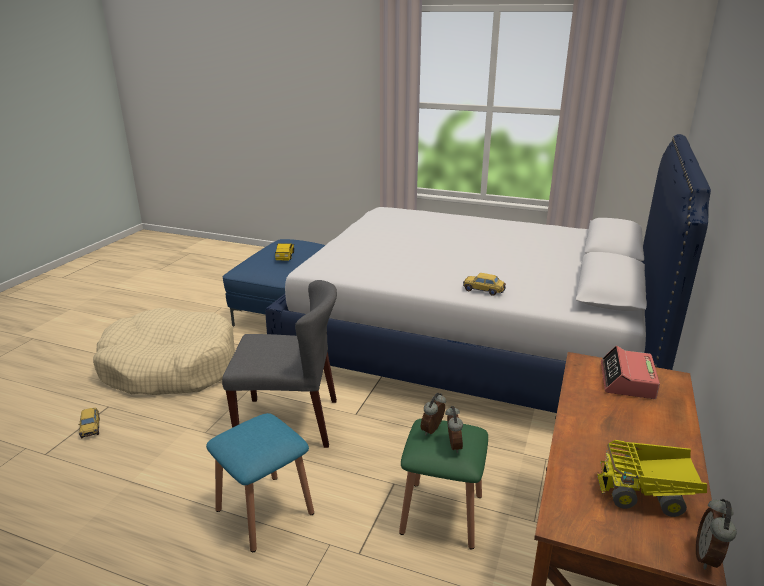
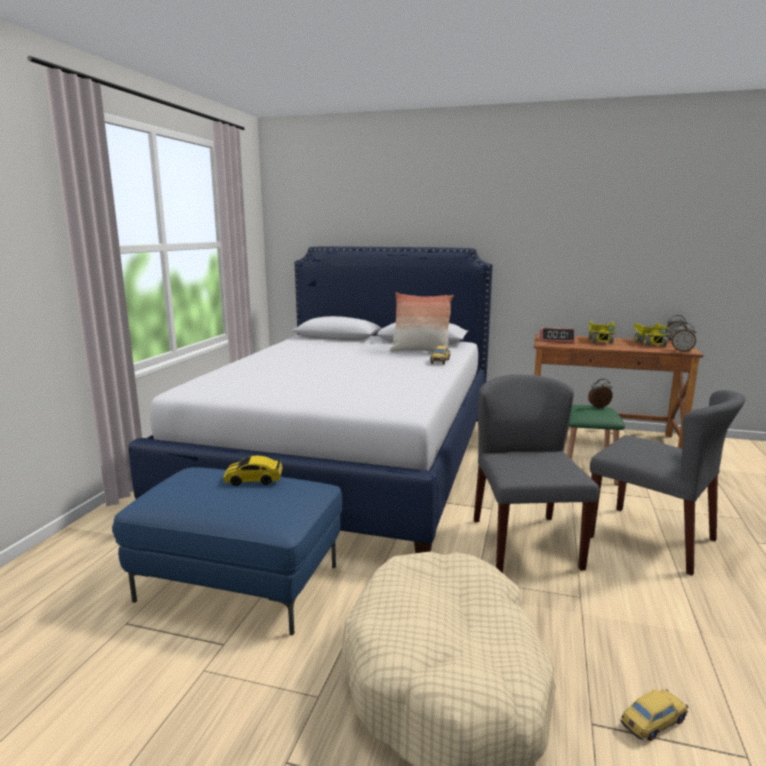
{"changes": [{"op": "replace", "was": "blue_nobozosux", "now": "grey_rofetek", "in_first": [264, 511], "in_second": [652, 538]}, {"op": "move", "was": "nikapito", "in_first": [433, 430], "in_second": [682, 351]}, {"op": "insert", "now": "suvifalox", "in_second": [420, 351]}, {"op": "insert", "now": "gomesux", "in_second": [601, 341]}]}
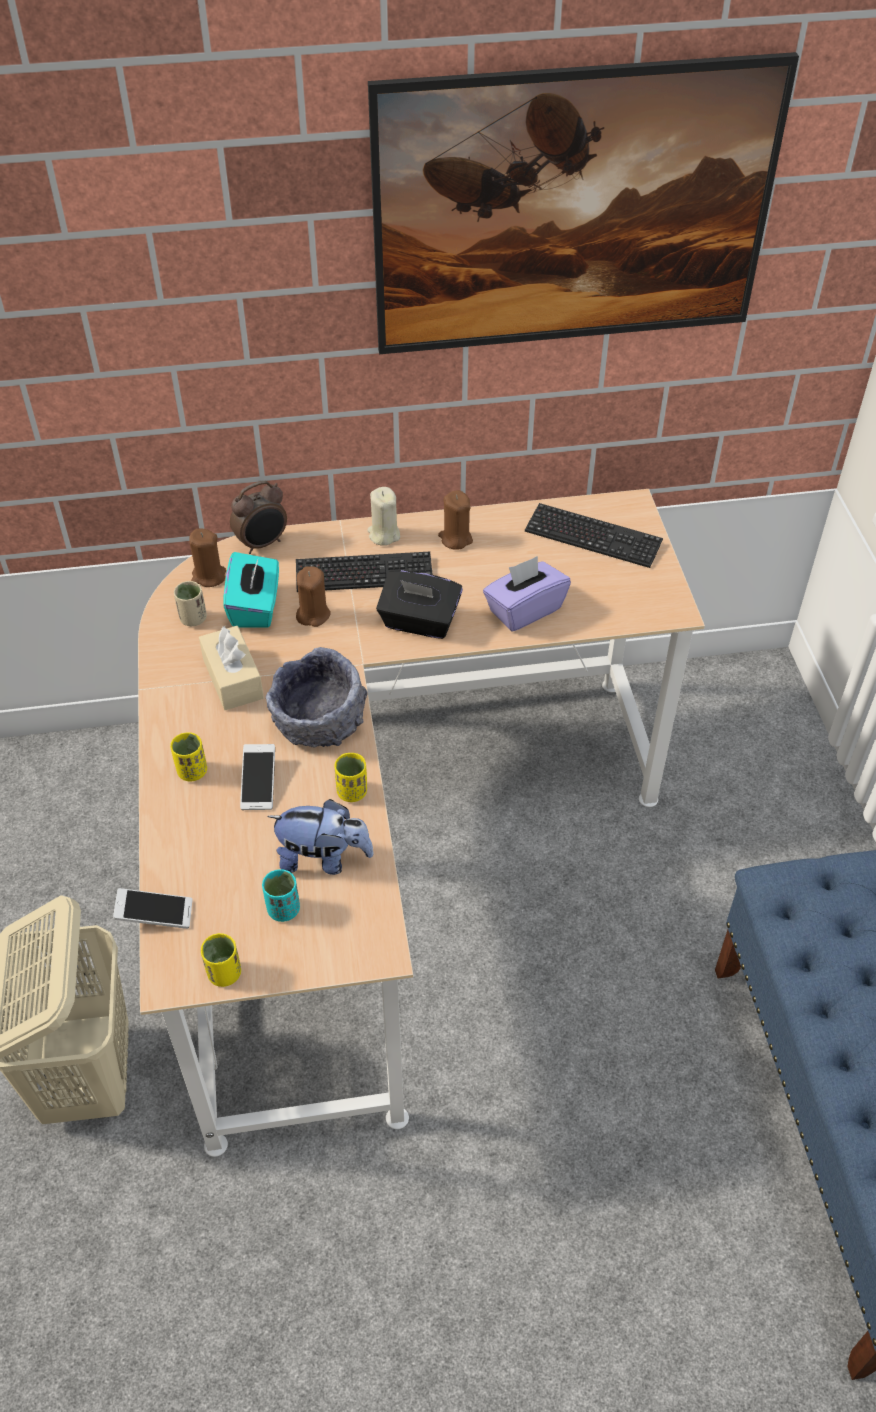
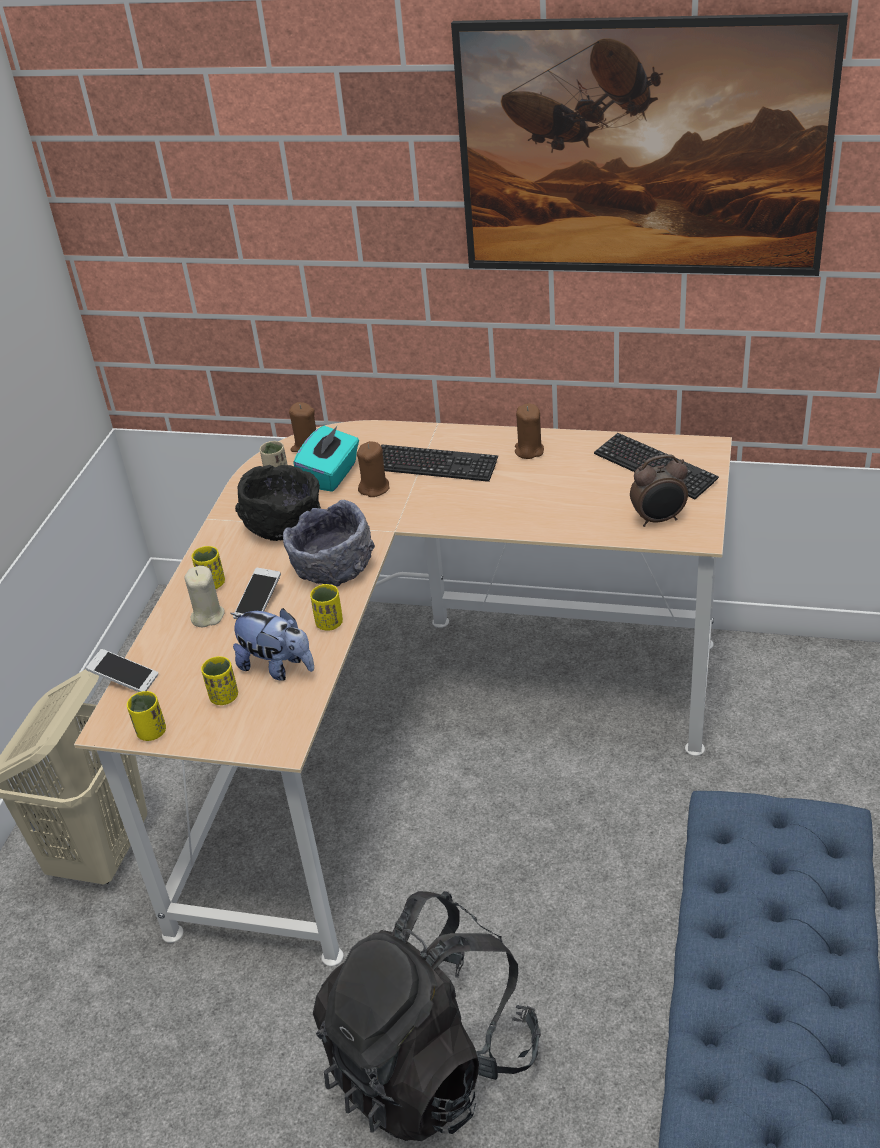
{"changes": [{"op": "replace", "was": "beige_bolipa", "now": "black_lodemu", "in_first": [233, 678], "in_second": [283, 523]}, {"op": "move", "was": "nikapito", "in_first": [262, 544], "in_second": [659, 520]}, {"op": "recolor", "was": "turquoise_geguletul", "now": "yellow_geguletul", "in_first": [283, 909], "in_second": [224, 697]}, {"op": "move", "was": "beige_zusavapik", "in_first": [384, 535], "in_second": [207, 616]}, {"op": "delete", "was": "black_bolipa", "in_first": [419, 622]}, {"op": "delete", "was": "purple_bolipa", "in_first": [524, 610]}, {"op": "insert", "now": "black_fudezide", "in_second": [430, 1063]}]}
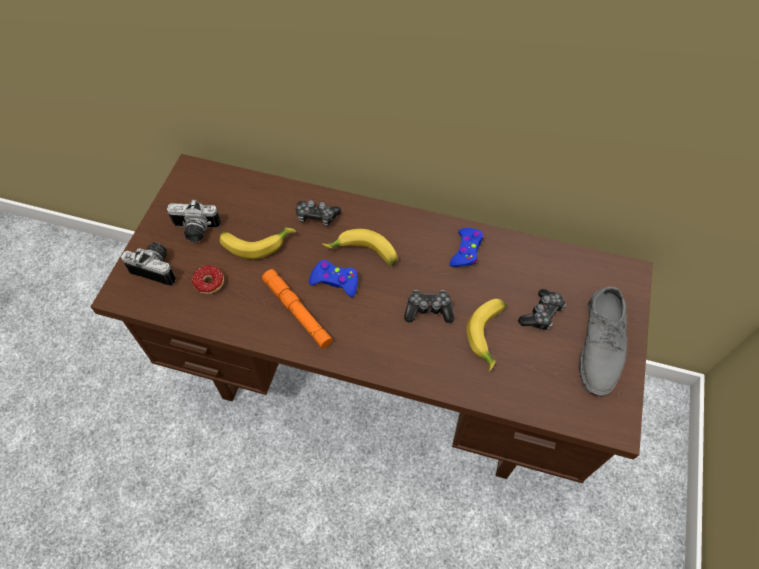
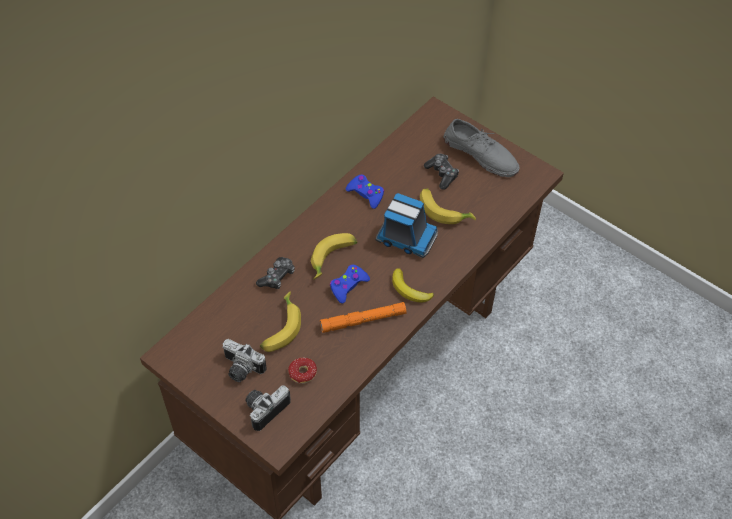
{"changes": [{"op": "rotate", "was": "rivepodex", "in_first": [195, 231], "in_second": [241, 369], "clockwise": 90}, {"op": "replace", "was": "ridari", "now": "gomesux", "in_first": [428, 310], "in_second": [405, 237]}, {"op": "insert", "now": "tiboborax", "in_second": [409, 290]}]}
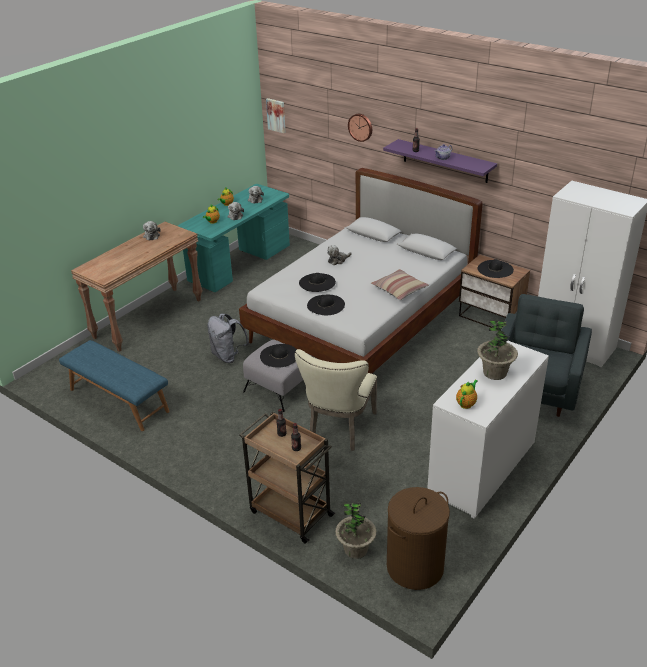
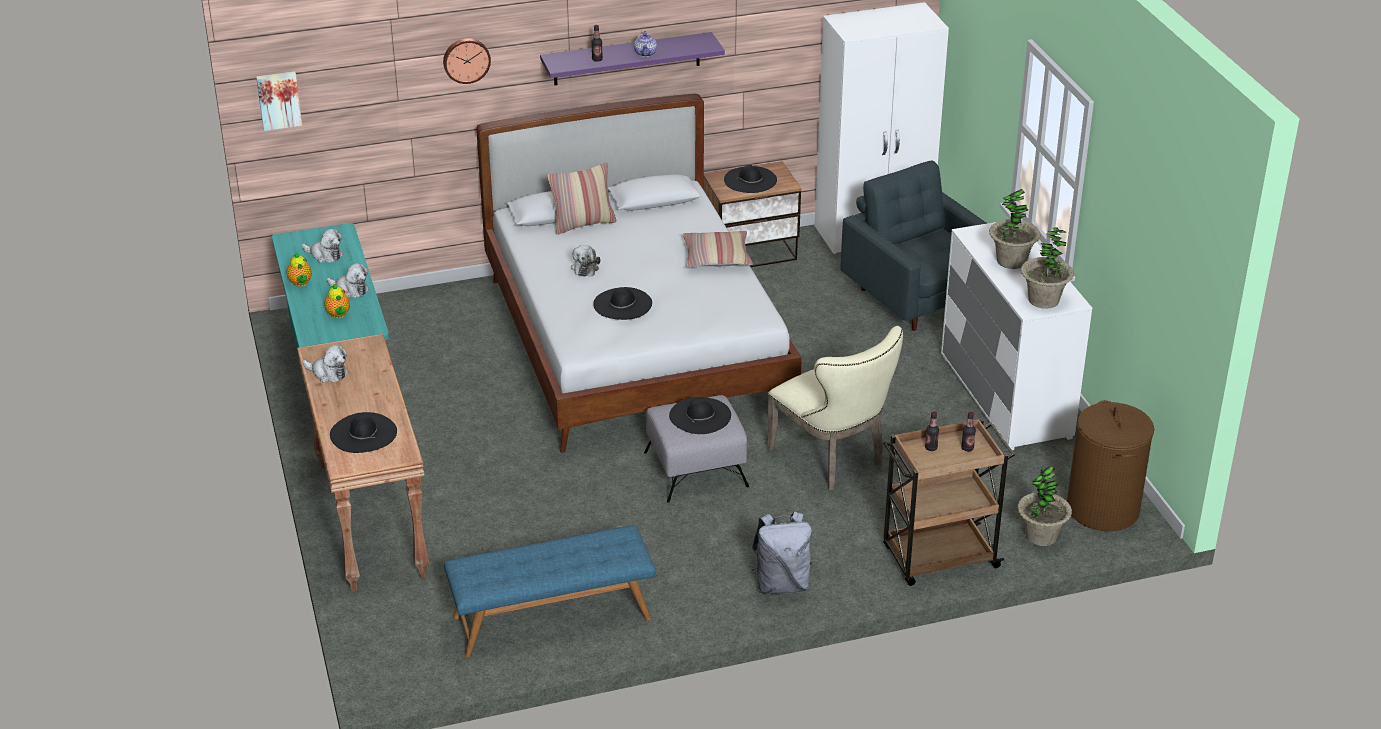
{"changes": [{"op": "move", "was": "grey_fudezide", "in_first": [228, 356], "in_second": [782, 584]}, {"op": "move", "was": "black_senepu", "in_first": [326, 305], "in_second": [363, 433]}, {"op": "replace", "was": "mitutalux", "now": "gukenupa", "in_first": [466, 403], "in_second": [1043, 300]}, {"op": "insert", "now": "suvifalox", "in_second": [583, 224]}]}
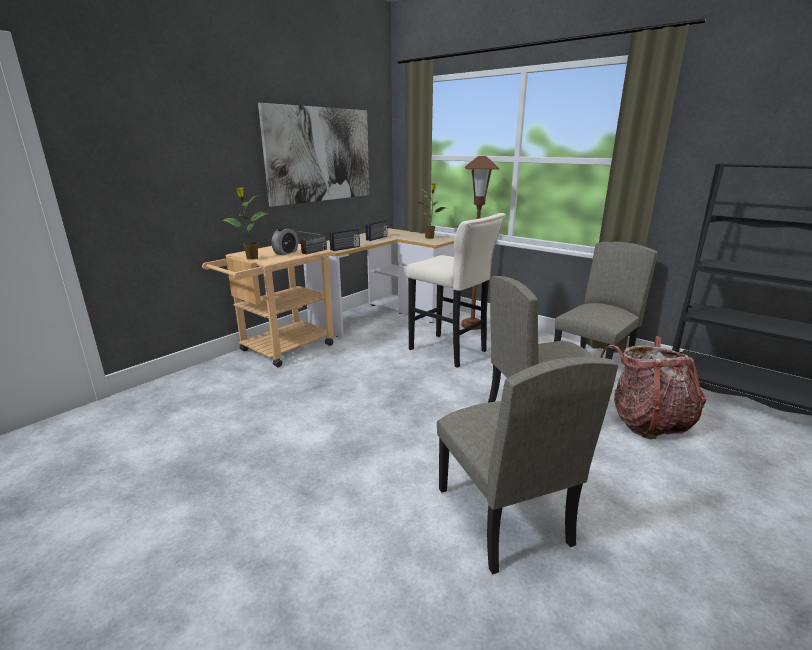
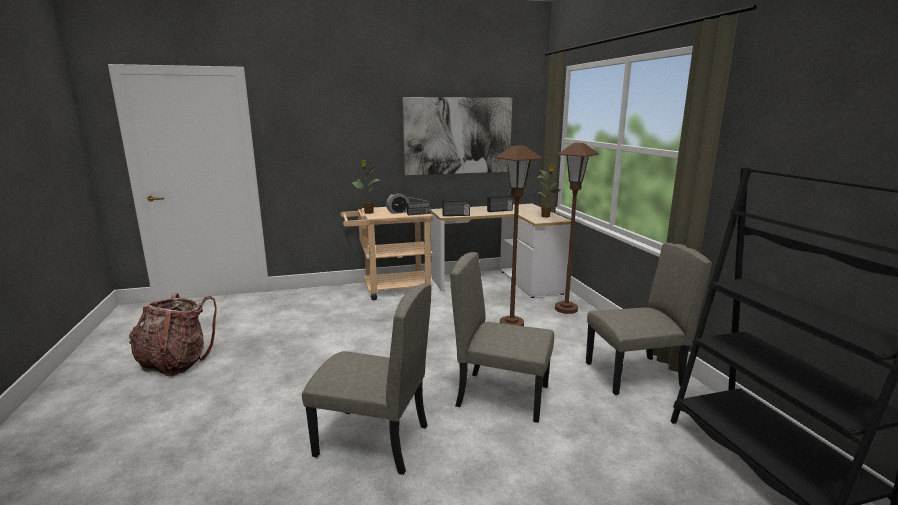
{"changes": [{"op": "replace", "was": "beige_nobozosux", "now": "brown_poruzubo", "in_first": [450, 351], "in_second": [511, 324]}, {"op": "rotate", "was": "beige_rofetek", "in_first": [501, 515], "in_second": [372, 441], "clockwise": -90}, {"op": "move", "was": "fudezide", "in_first": [646, 421], "in_second": [176, 362]}]}
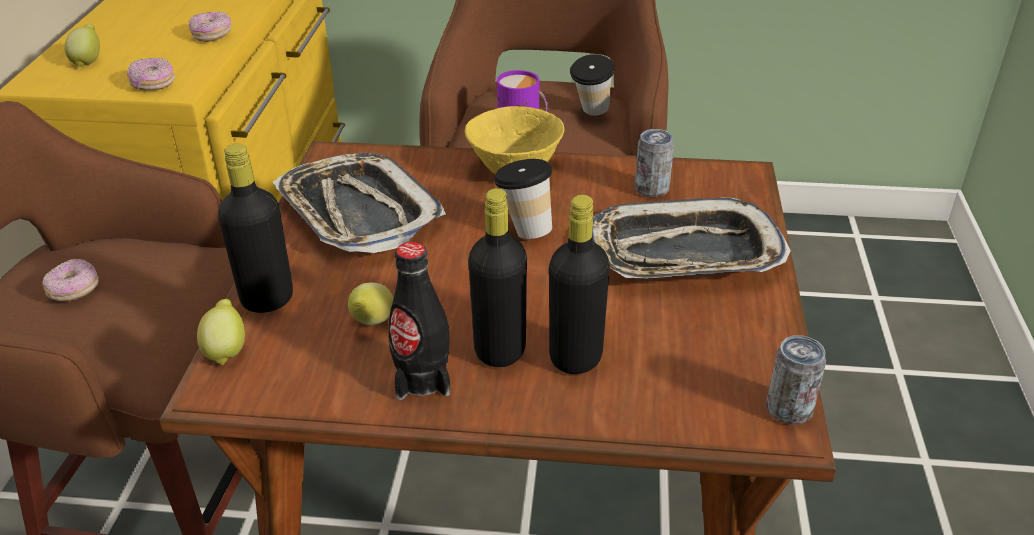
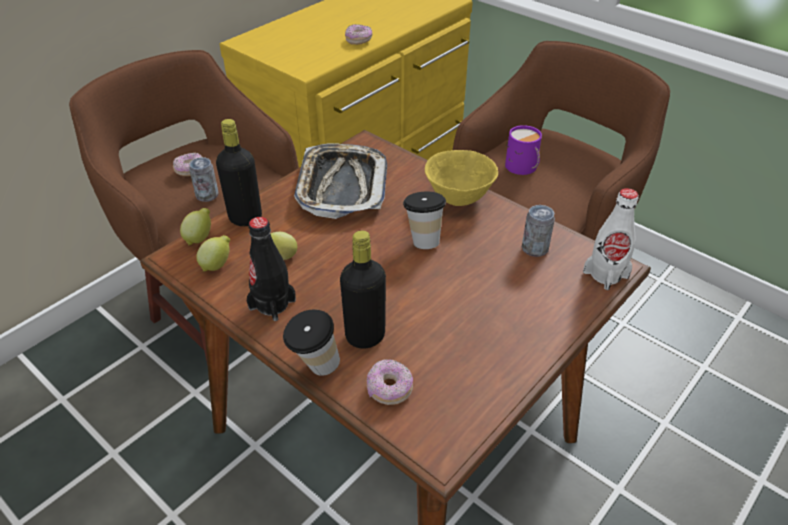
{"changes": [{"op": "move", "was": "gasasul", "in_first": [88, 61], "in_second": [217, 265]}, {"op": "move", "was": "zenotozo", "in_first": [153, 84], "in_second": [389, 389]}, {"op": "delete", "was": "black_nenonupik", "in_first": [500, 350]}, {"op": "move", "was": "geguletul", "in_first": [591, 113], "in_second": [314, 368]}, {"op": "delete", "was": "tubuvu", "in_first": [684, 253]}, {"op": "move", "was": "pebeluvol", "in_first": [789, 409], "in_second": [207, 195]}, {"op": "insert", "now": "white_nenonupik", "in_second": [605, 274]}]}
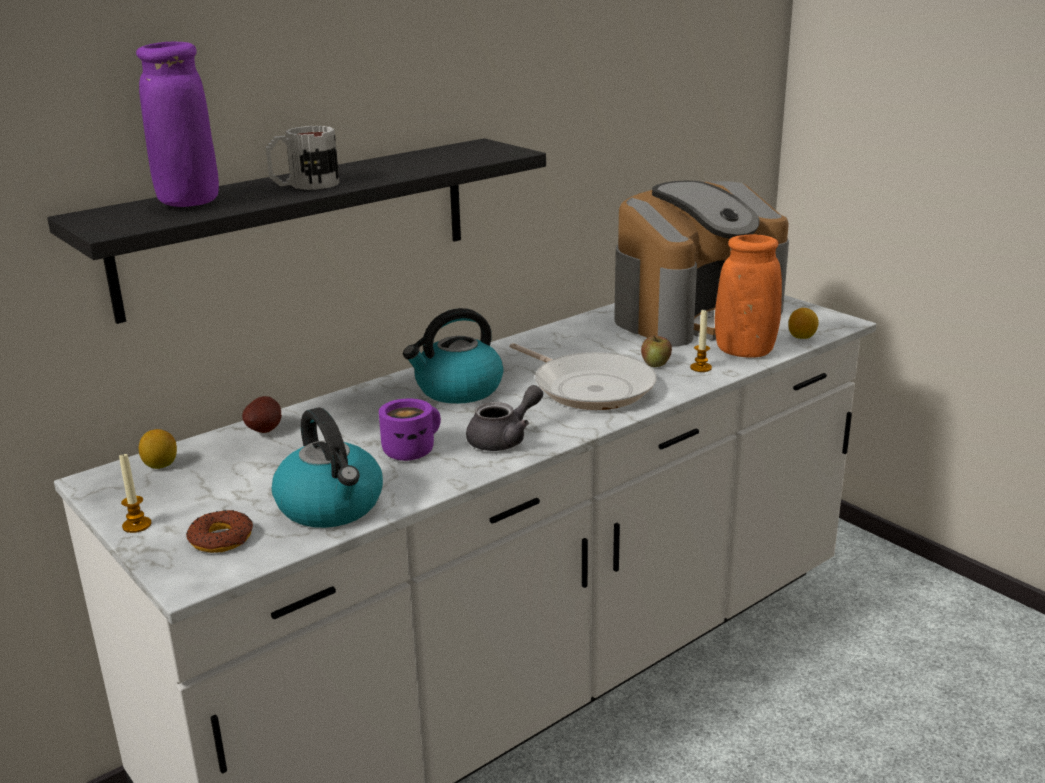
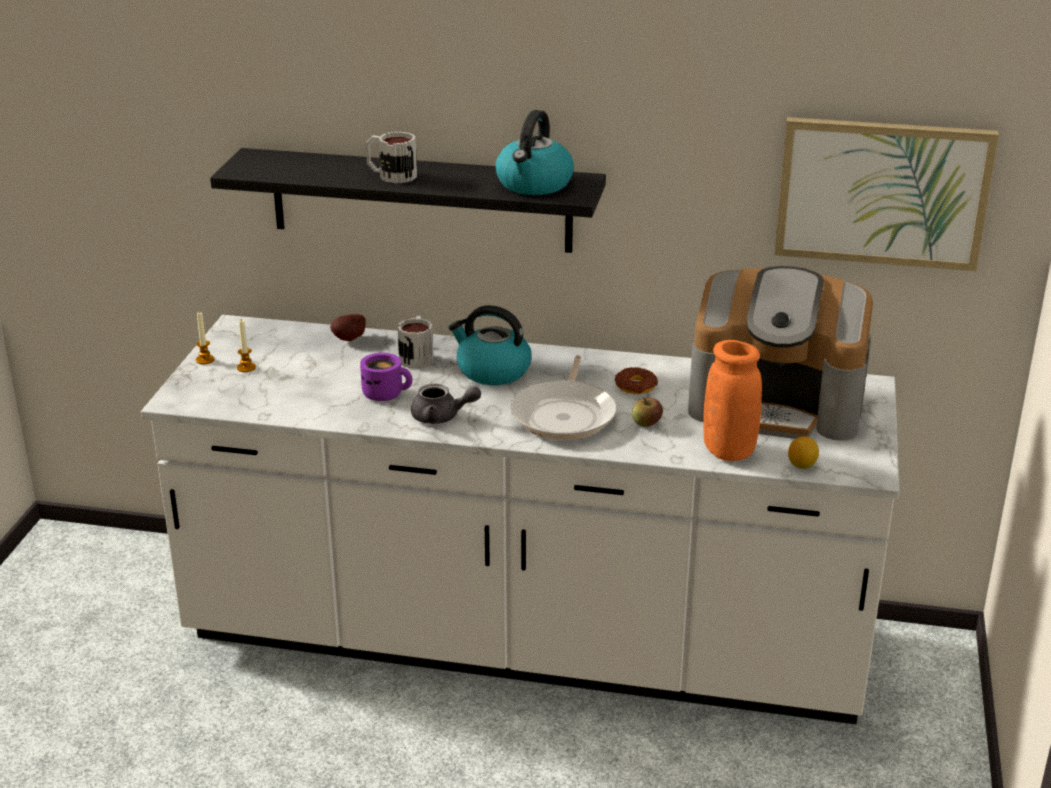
{"changes": [{"op": "delete", "was": "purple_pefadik", "in_first": [188, 202]}, {"op": "delete", "was": "gasasul", "in_first": [160, 465]}, {"op": "move", "was": "zenotozo", "in_first": [221, 539], "in_second": [636, 386]}, {"op": "move", "was": "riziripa", "in_first": [331, 506], "in_second": [534, 184]}, {"op": "move", "was": "zusavapik", "in_first": [701, 368], "in_second": [246, 368]}, {"op": "insert", "now": "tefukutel", "in_second": [417, 356]}, {"op": "insert", "now": "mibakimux", "in_second": [882, 192]}]}
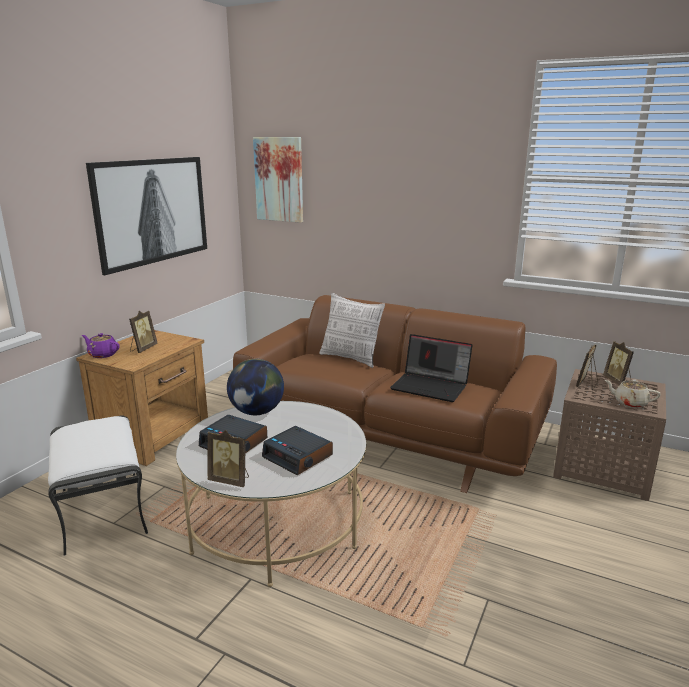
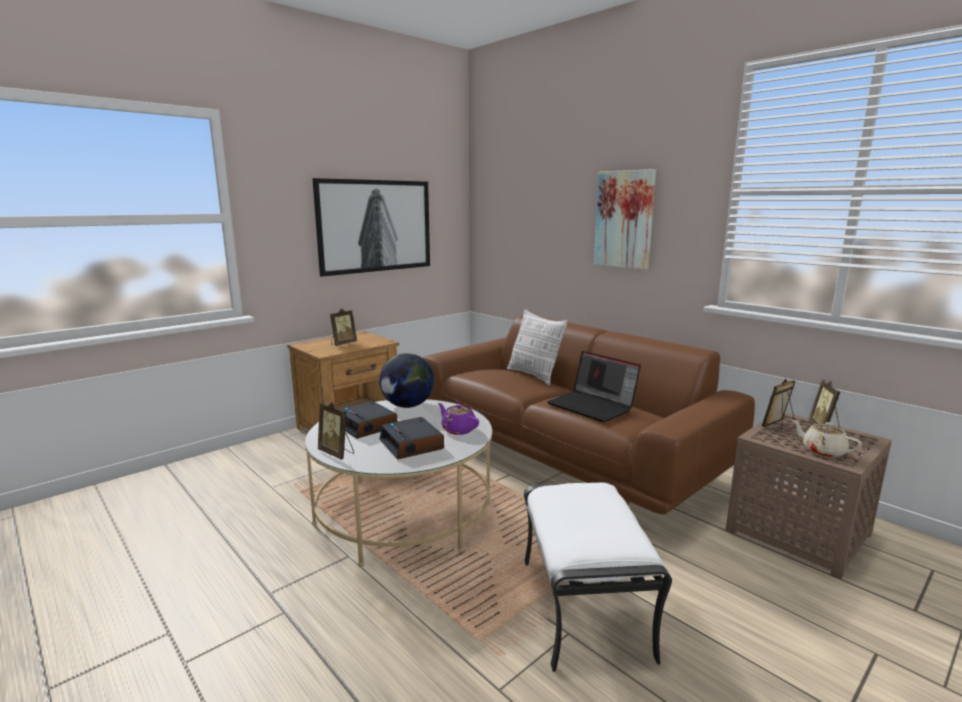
{"changes": [{"op": "move", "was": "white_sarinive", "in_first": [104, 509], "in_second": [585, 607]}, {"op": "move", "was": "purple_mitutalux", "in_first": [102, 354], "in_second": [458, 430]}, {"op": "move", "was": "mibakimux", "in_first": [279, 179], "in_second": [624, 219]}]}
